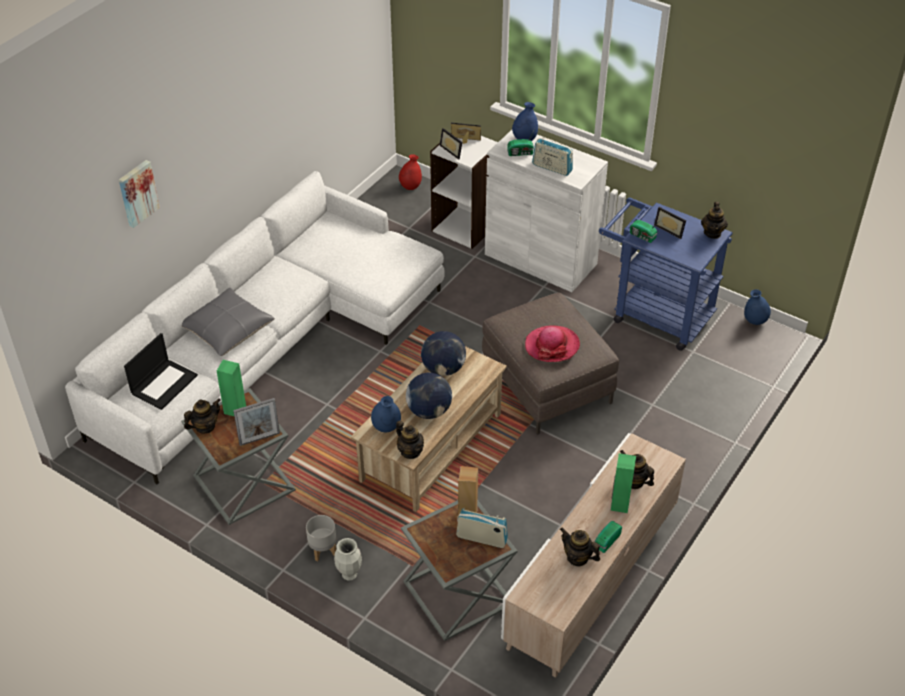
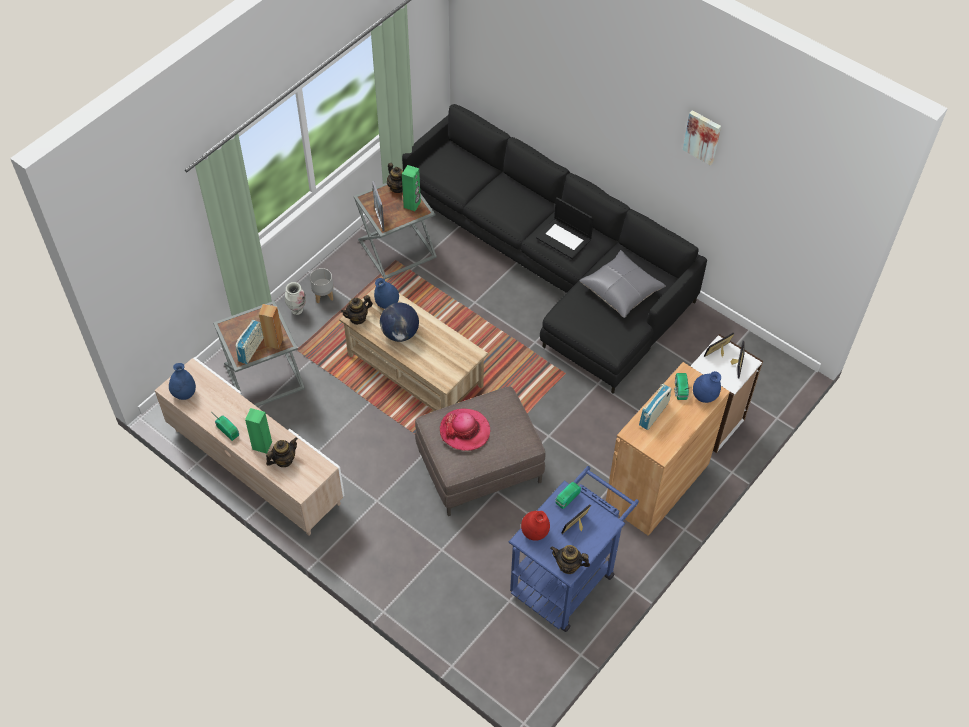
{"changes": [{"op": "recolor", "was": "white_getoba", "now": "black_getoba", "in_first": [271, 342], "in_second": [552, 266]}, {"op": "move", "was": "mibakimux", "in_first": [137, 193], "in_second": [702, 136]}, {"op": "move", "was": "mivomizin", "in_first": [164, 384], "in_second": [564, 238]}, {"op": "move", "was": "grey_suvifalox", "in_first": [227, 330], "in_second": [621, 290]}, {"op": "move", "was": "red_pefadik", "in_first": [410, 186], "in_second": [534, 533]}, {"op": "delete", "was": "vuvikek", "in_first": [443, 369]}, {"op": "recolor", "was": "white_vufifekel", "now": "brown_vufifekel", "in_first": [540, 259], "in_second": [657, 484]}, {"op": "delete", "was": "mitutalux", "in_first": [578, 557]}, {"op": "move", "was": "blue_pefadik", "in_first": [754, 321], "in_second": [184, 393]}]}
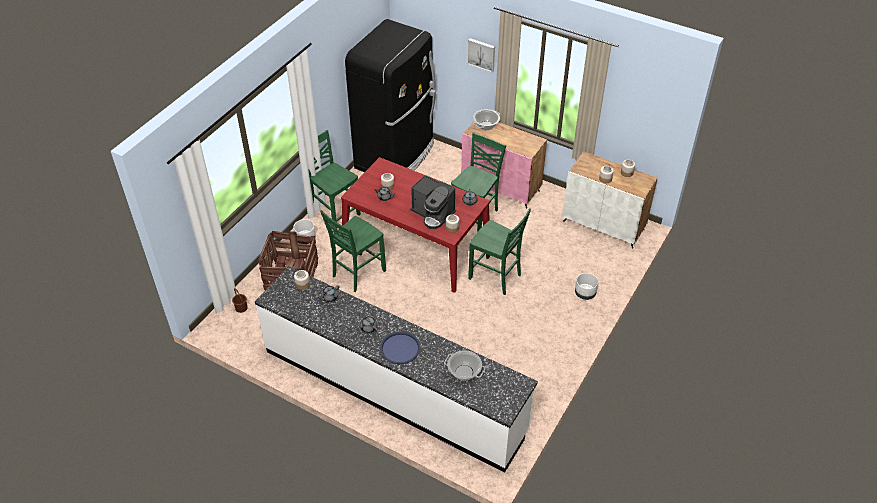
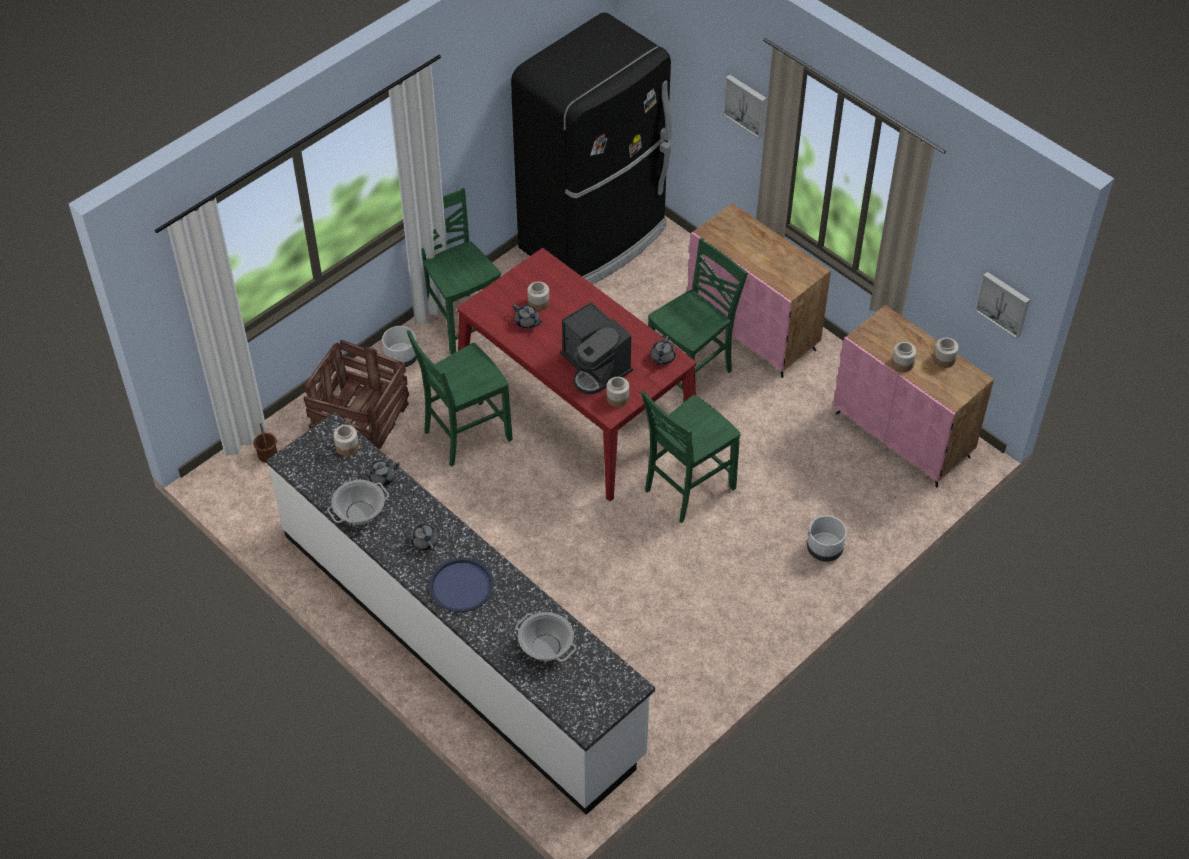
{"changes": [{"op": "rotate", "was": "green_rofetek", "in_first": [496, 277], "in_second": [687, 489], "clockwise": 90}, {"op": "move", "was": "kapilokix", "in_first": [486, 126], "in_second": [360, 513]}, {"op": "recolor", "was": "white_vufifekel", "now": "pink_vufifekel", "in_first": [604, 225], "in_second": [903, 435]}, {"op": "insert", "now": "mibakimux", "in_second": [1004, 303]}]}
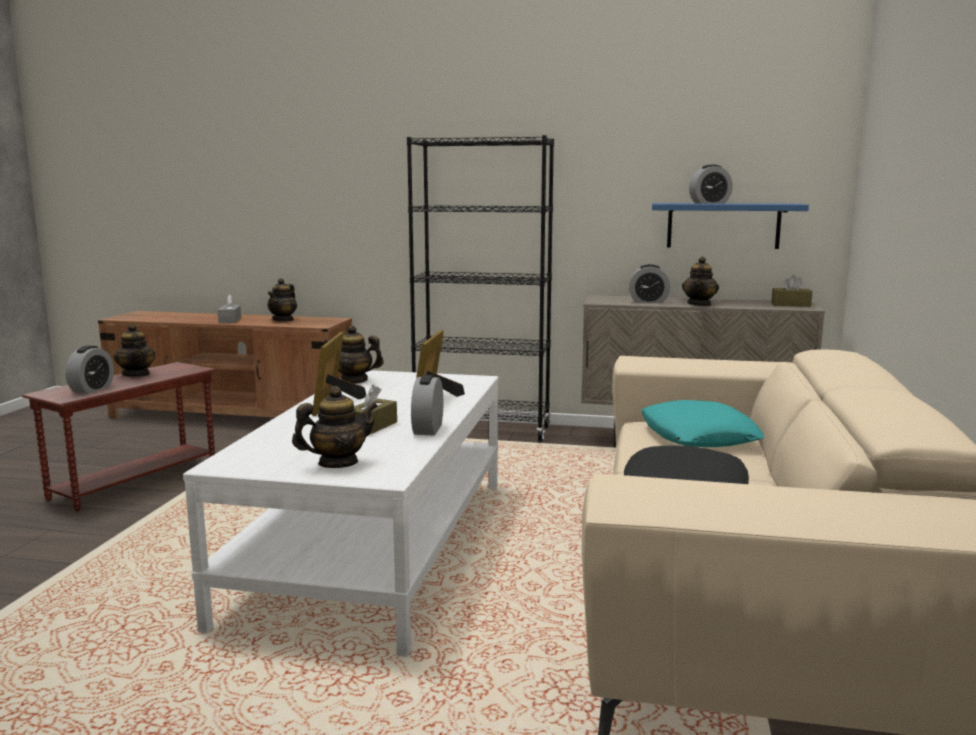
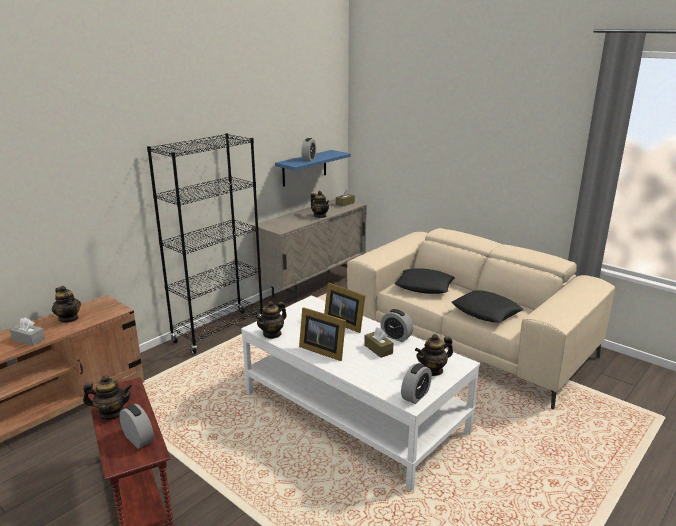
{"changes": [{"op": "rotate", "was": "mitutalux", "in_first": [337, 463], "in_second": [433, 370], "clockwise": -120}, {"op": "move", "was": "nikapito", "in_first": [648, 301], "in_second": [415, 396]}, {"op": "recolor", "was": "turquoise_suvifalox", "now": "black_suvifalox", "in_first": [699, 436], "in_second": [424, 286]}]}
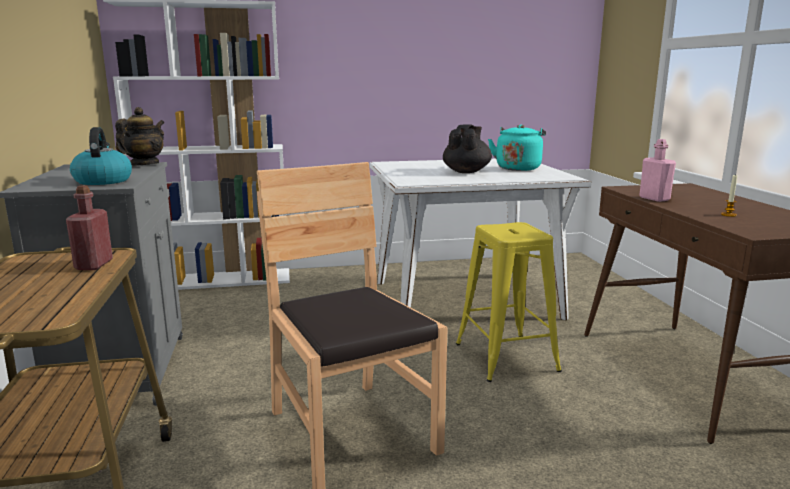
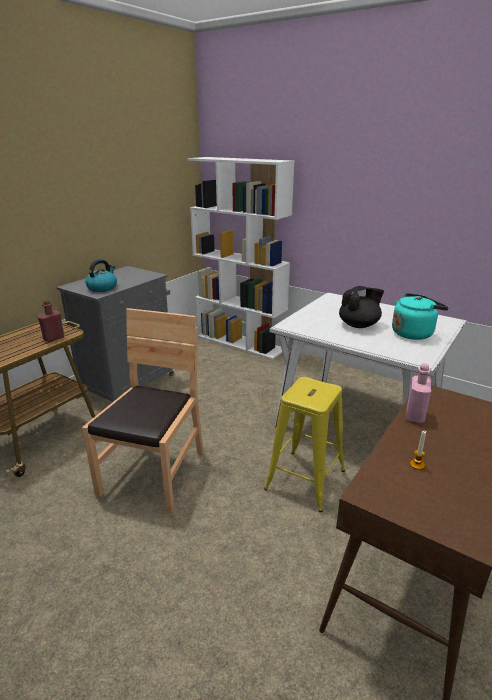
{"changes": [{"op": "delete", "was": "mitutalux", "in_first": [144, 164]}]}
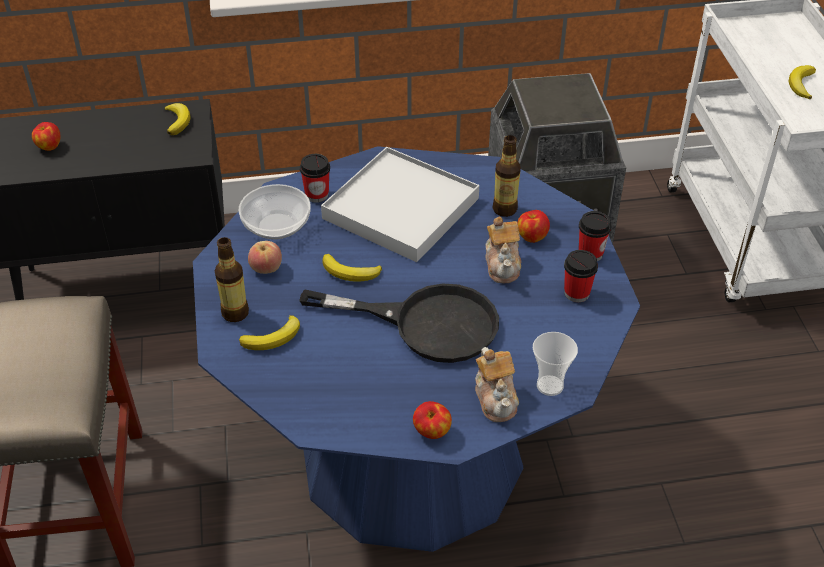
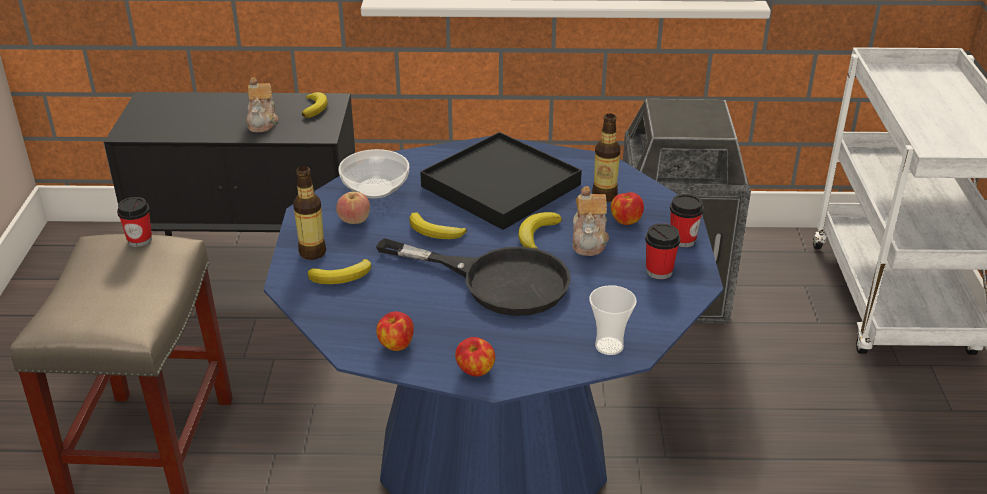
{"changes": [{"op": "move", "was": "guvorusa", "in_first": [49, 147], "in_second": [395, 345]}, {"op": "move", "was": "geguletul", "in_first": [317, 195], "in_second": [140, 240]}, {"op": "recolor", "was": "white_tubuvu", "now": "black_tubuvu", "in_first": [400, 208], "in_second": [500, 186]}, {"op": "move", "was": "mitutalux", "in_first": [496, 398], "in_second": [262, 122]}, {"op": "move", "was": "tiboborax", "in_first": [801, 84], "in_second": [537, 234]}]}
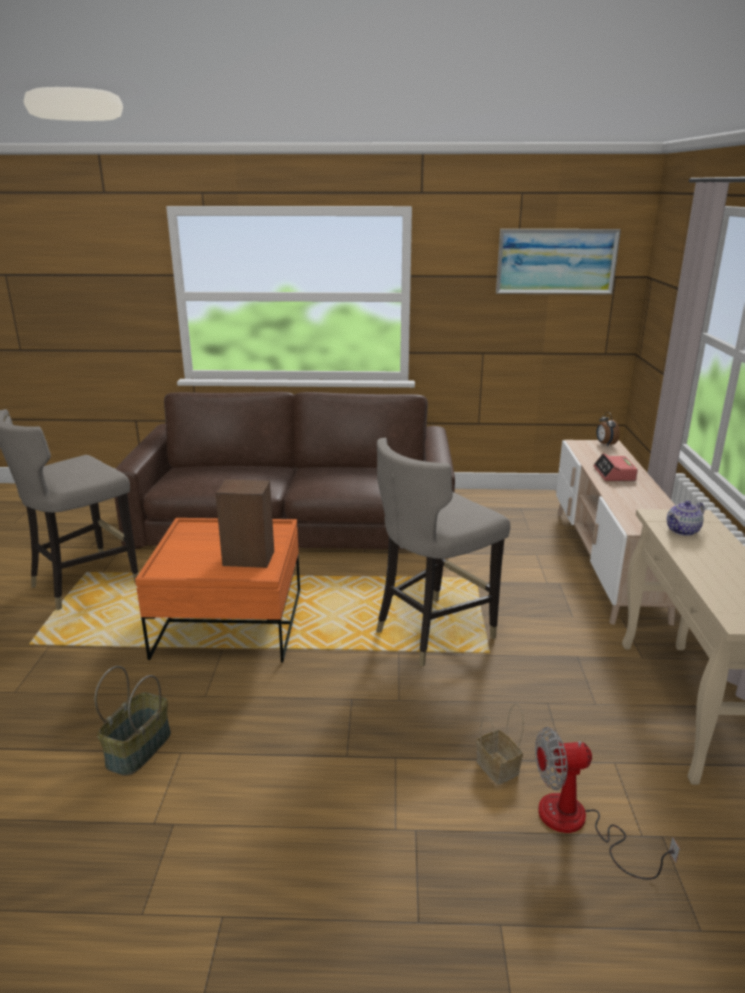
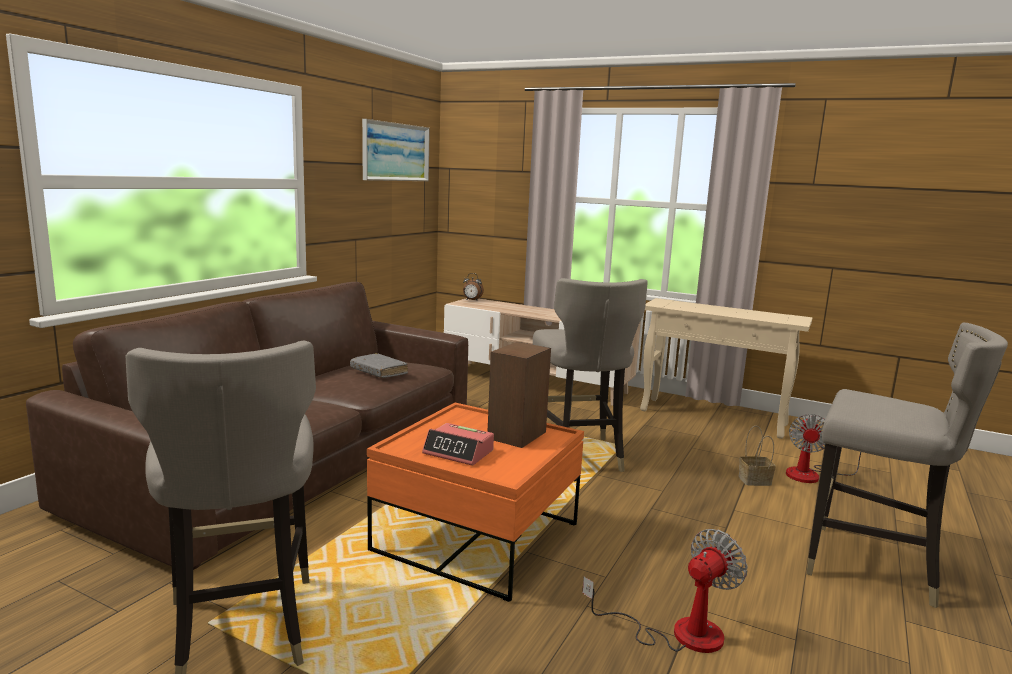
{"changes": [{"op": "replace", "was": "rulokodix", "now": "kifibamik", "in_first": [138, 748], "in_second": [678, 633]}, {"op": "move", "was": "nikapito", "in_first": [614, 474], "in_second": [459, 452]}, {"op": "delete", "was": "mitutalux", "in_first": [683, 530]}, {"op": "insert", "now": "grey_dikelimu", "in_second": [379, 372]}, {"op": "insert", "now": "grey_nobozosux", "in_second": [872, 567]}]}
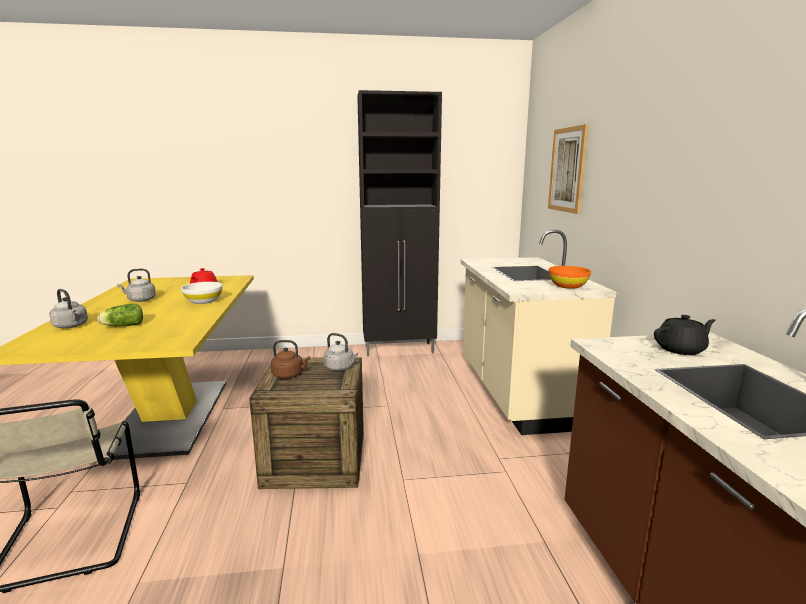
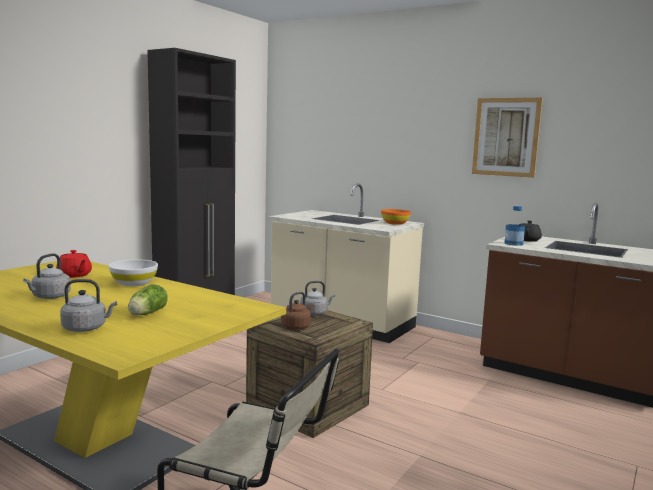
{"changes": [{"op": "move", "was": "mibakimux", "in_first": [567, 170], "in_second": [506, 137]}, {"op": "insert", "now": "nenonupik", "in_second": [513, 243]}]}
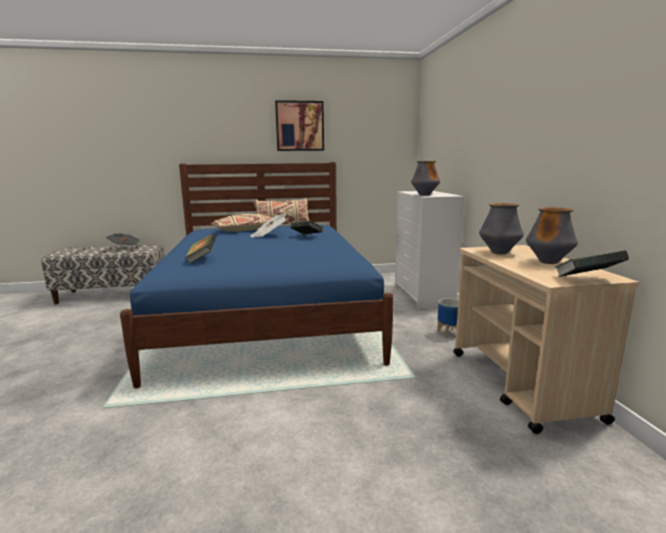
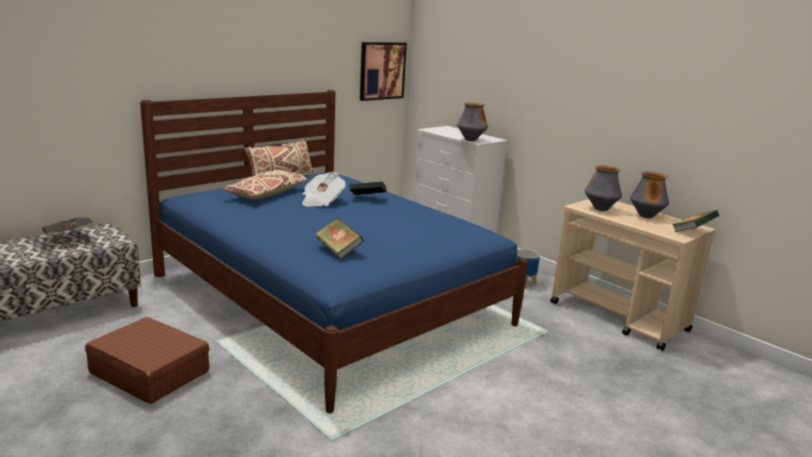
{"changes": [{"op": "move", "was": "mibakimux", "in_first": [300, 126], "in_second": [382, 70]}, {"op": "insert", "now": "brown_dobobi", "in_second": [150, 372]}]}
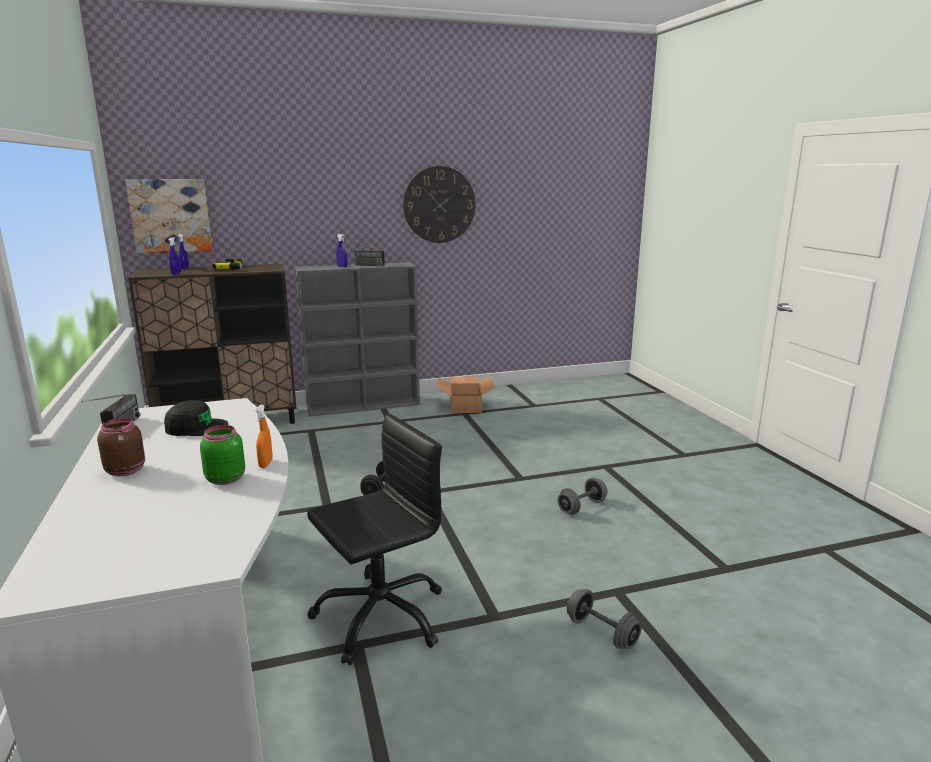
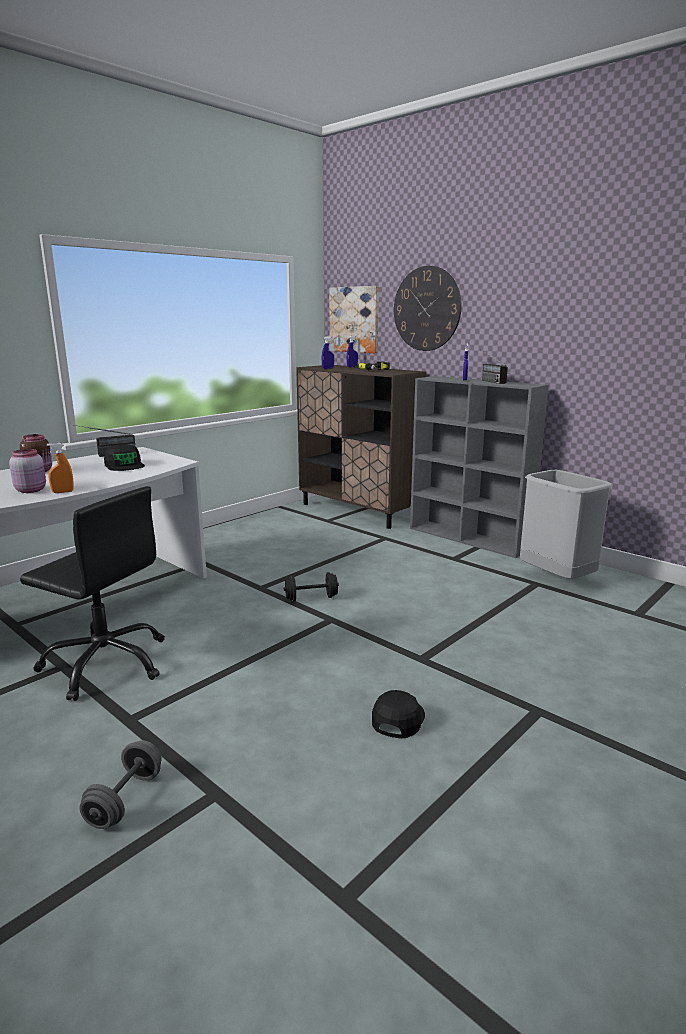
{"changes": [{"op": "recolor", "was": "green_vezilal", "now": "pink_vezilal", "in_first": [225, 479], "in_second": [31, 490]}, {"op": "move", "was": "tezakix", "in_first": [439, 204], "in_second": [427, 309]}, {"op": "replace", "was": "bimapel", "now": "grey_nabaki", "in_first": [466, 406], "in_second": [557, 578]}, {"op": "replace", "was": "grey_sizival", "now": "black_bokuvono", "in_first": [582, 507], "in_second": [398, 718]}]}
